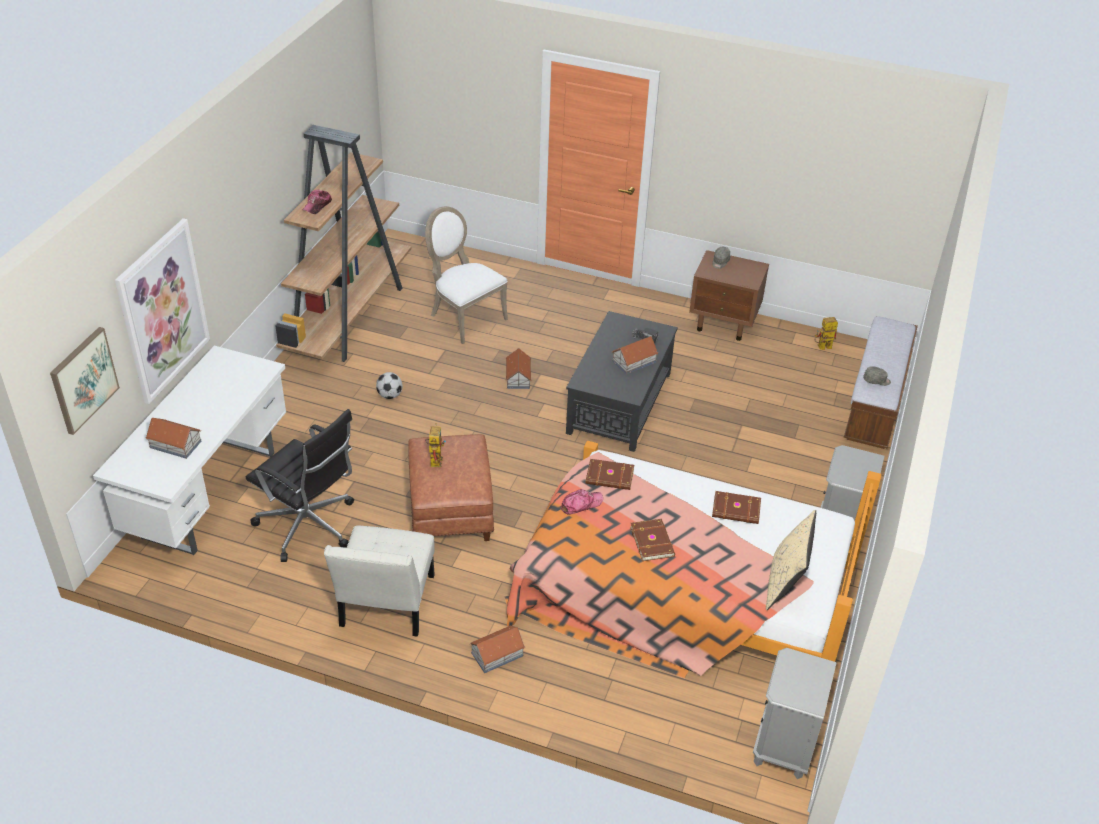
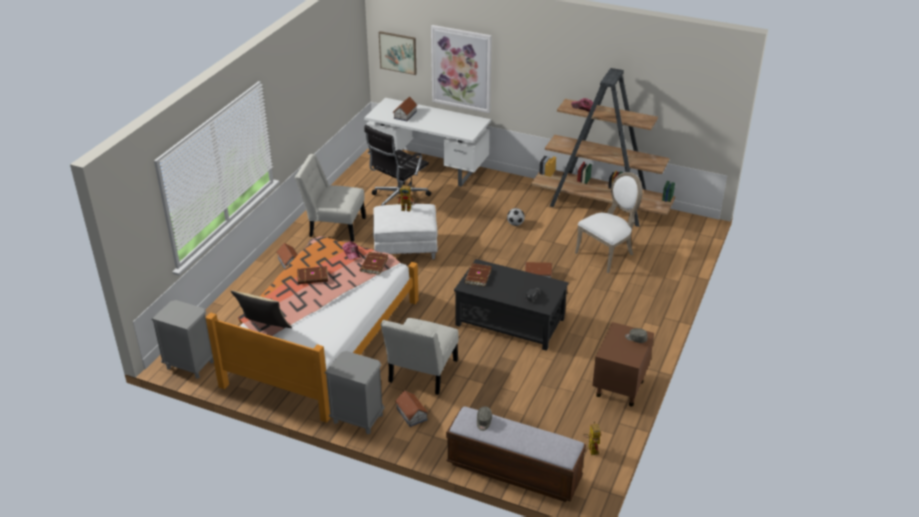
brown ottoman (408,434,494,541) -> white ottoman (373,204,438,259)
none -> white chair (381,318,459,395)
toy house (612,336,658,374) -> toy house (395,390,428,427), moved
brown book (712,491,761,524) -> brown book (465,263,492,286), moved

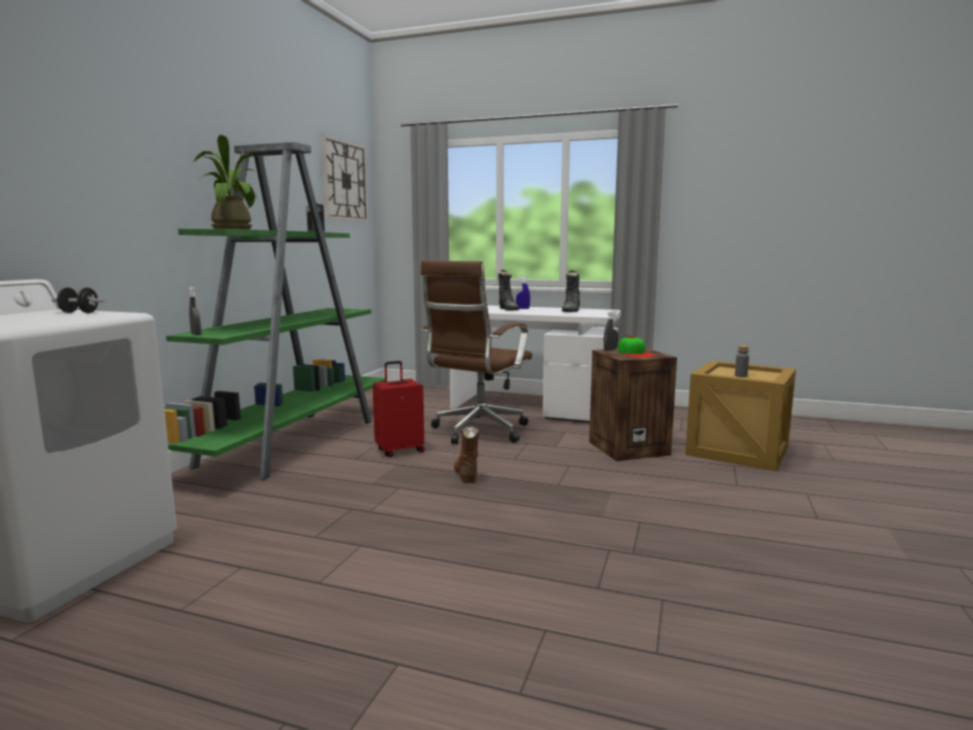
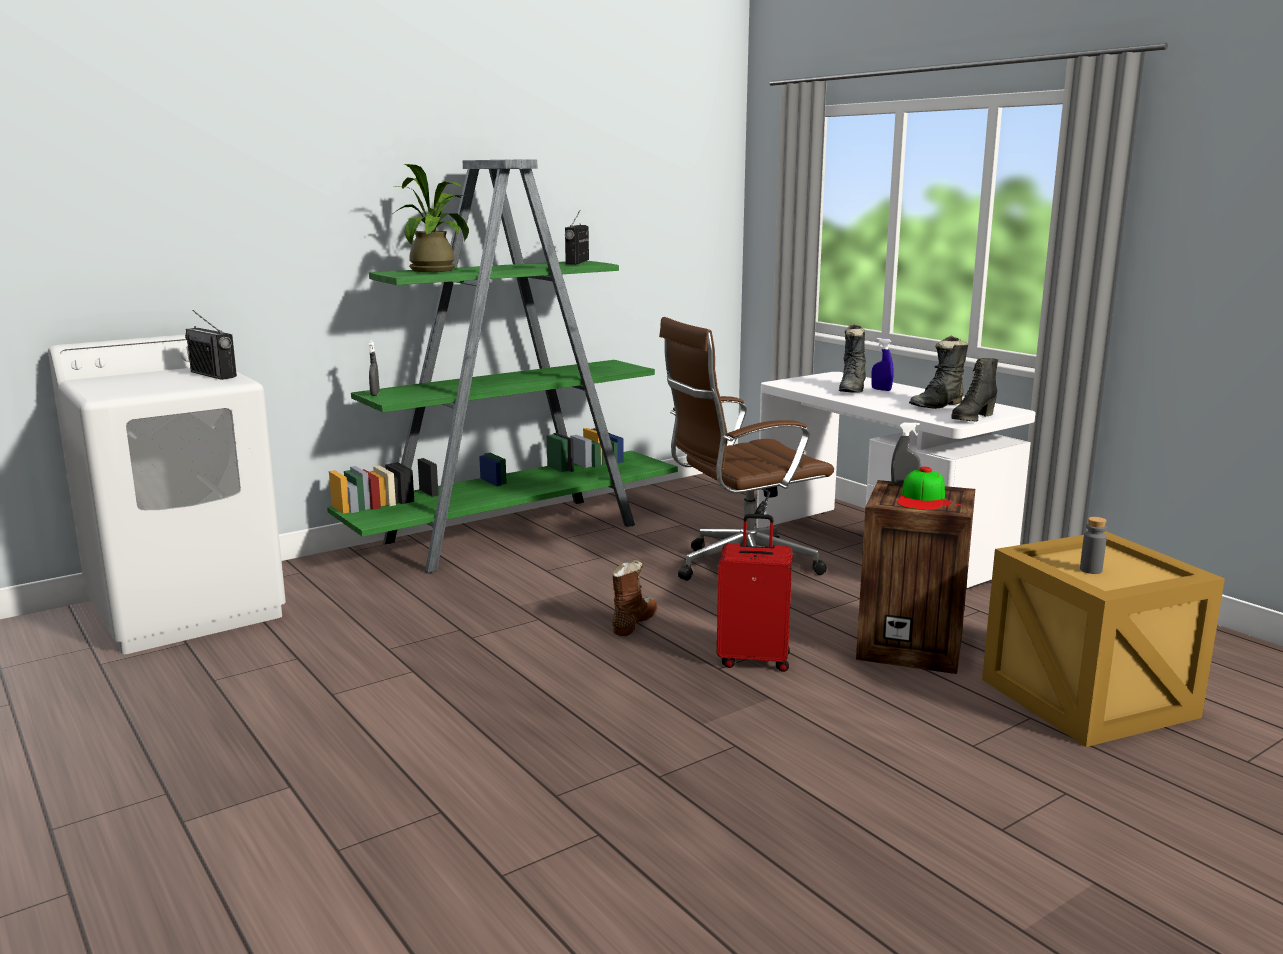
black dumbbell (52,287,105,313) -> radio (185,310,237,380)
red suitcase (373,361,425,457) -> red suitcase (717,514,793,672), moved
none -> black boot (951,358,998,421)
wall clock (321,135,369,222) -> none

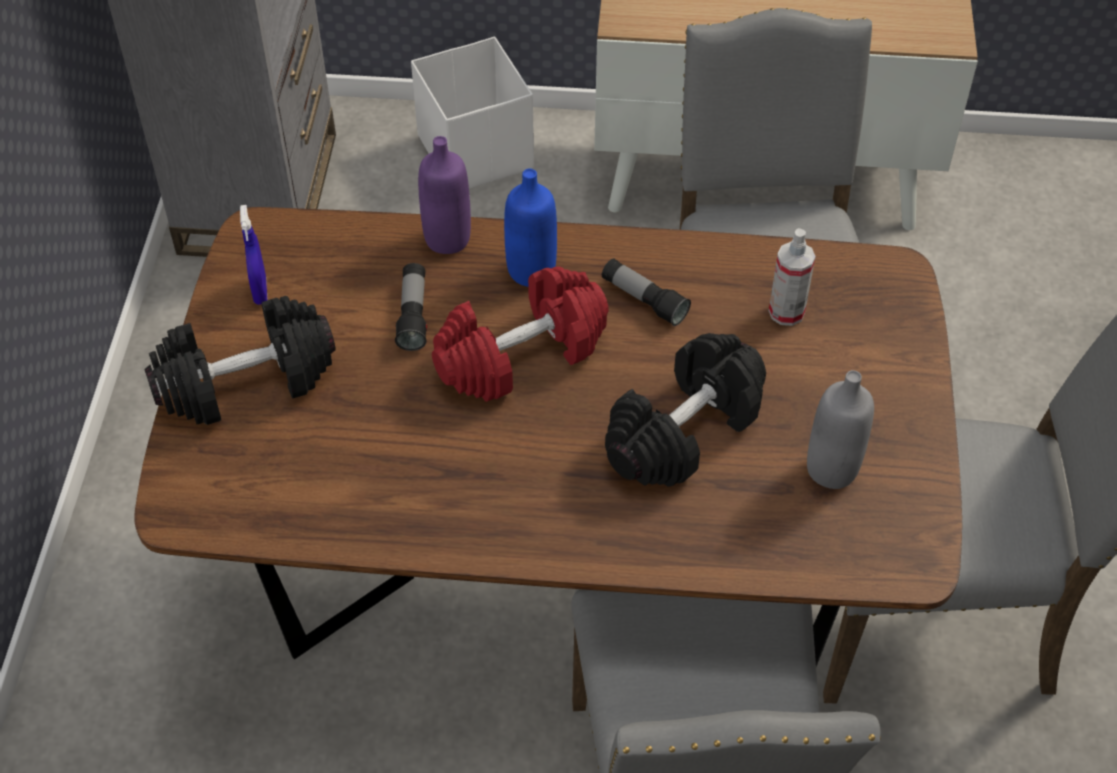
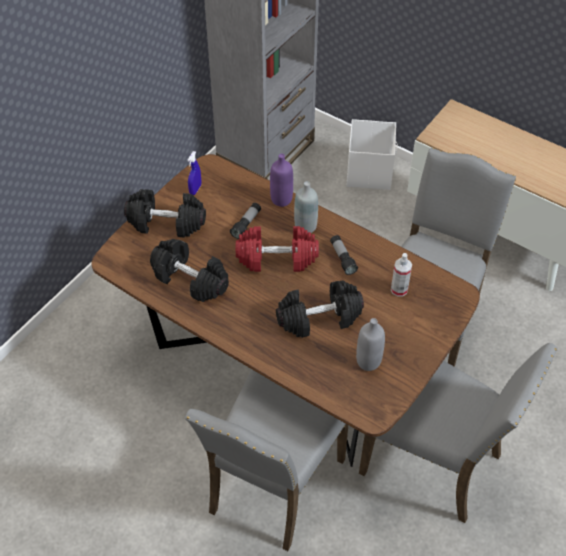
none -> black dumbbell (150,239,229,302)
blue bottle (504,168,557,287) -> grey bottle (294,181,318,233)

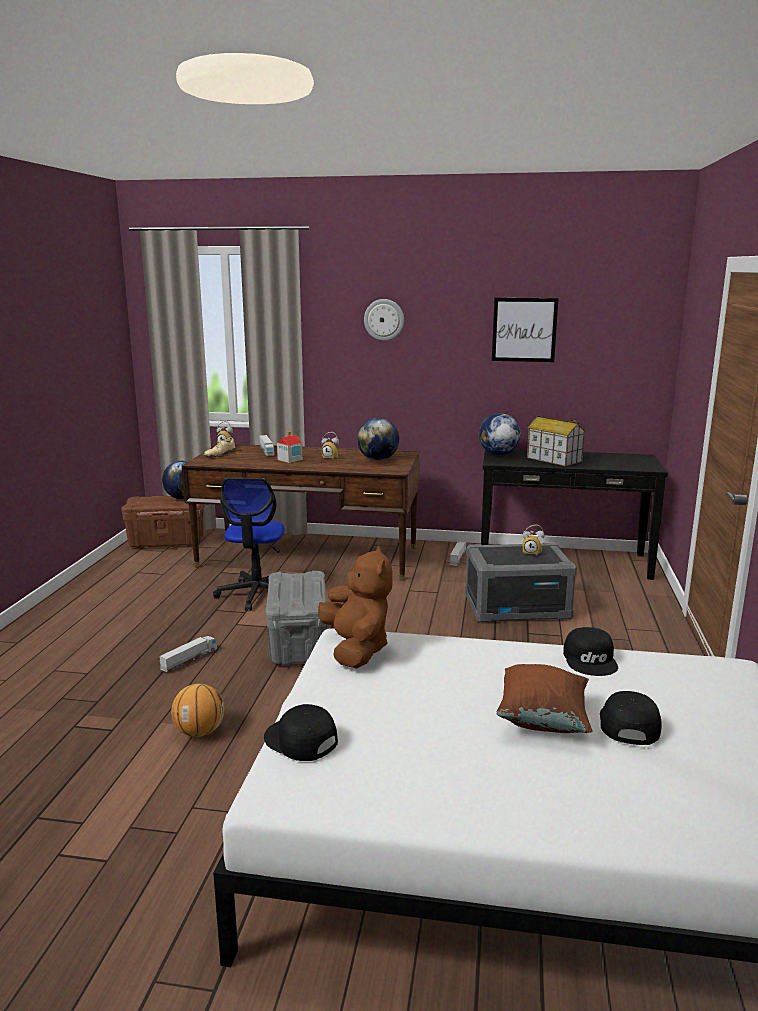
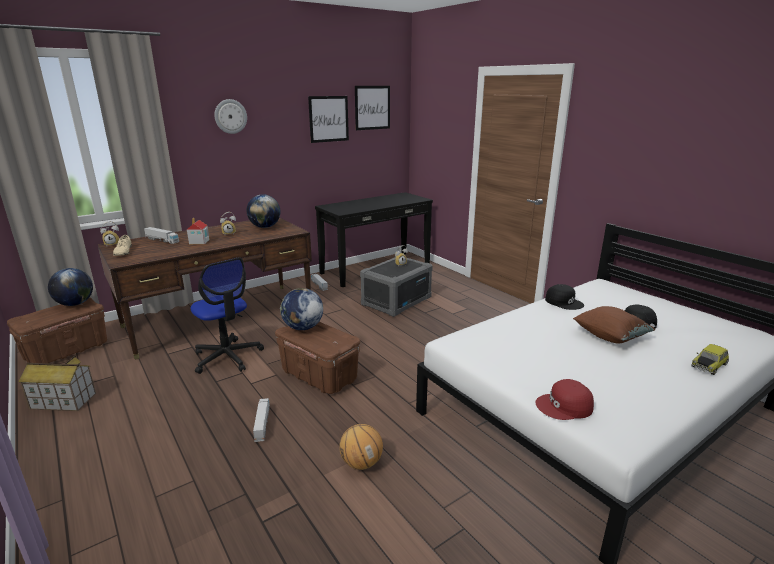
toy house (527,415,586,467) -> toy house (18,356,96,411), moved
grey storage box (265,571,327,666) -> brown storage box (275,322,360,394)
globe (479,413,521,455) -> globe (280,288,323,330), moved
none -> picture (355,86,390,130)
black cap (264,704,338,761) -> red cap (536,379,594,420)
none -> toy car (692,344,729,375)
brown plush toy (318,546,393,669) -> none

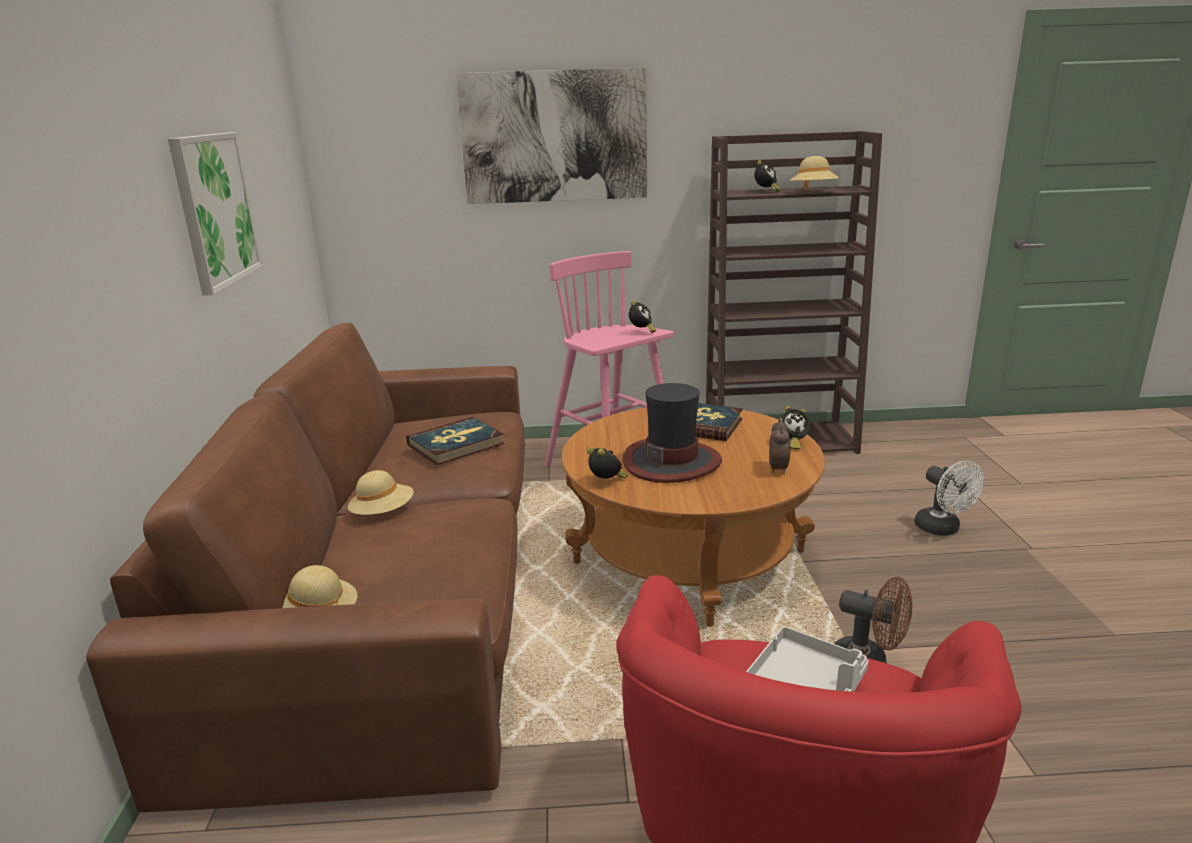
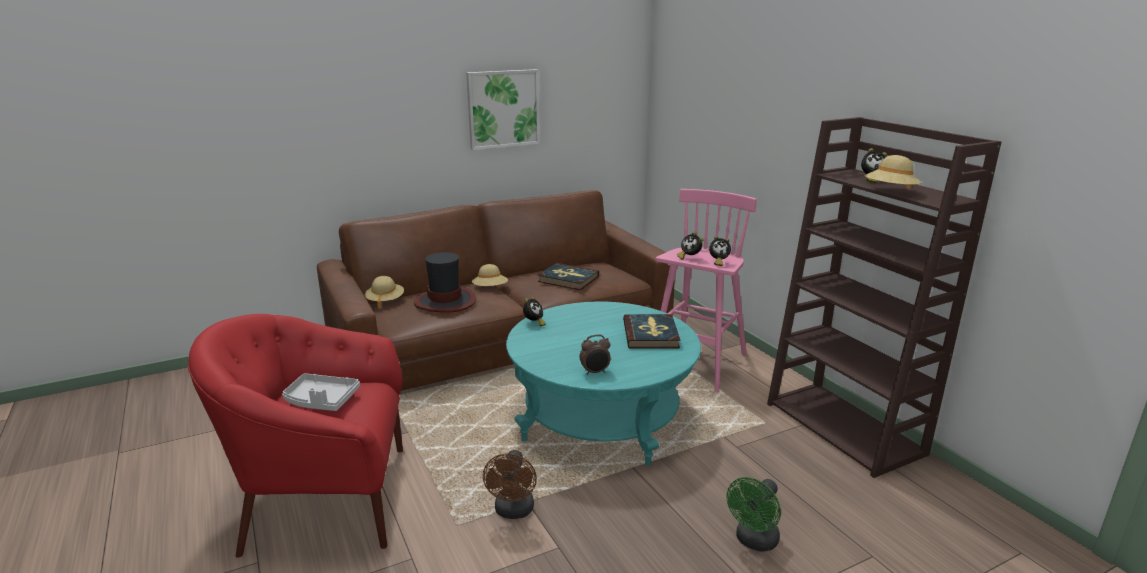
hat (623,383,722,483) -> hat (414,252,476,313), moved
brown coffee table (562,407,825,627) -> turquoise coffee table (506,302,701,466)
alarm clock (780,406,810,450) -> alarm clock (677,232,704,260), moved
white fan (915,461,984,536) -> green fan (727,477,781,552)
picture (456,67,647,204) -> none

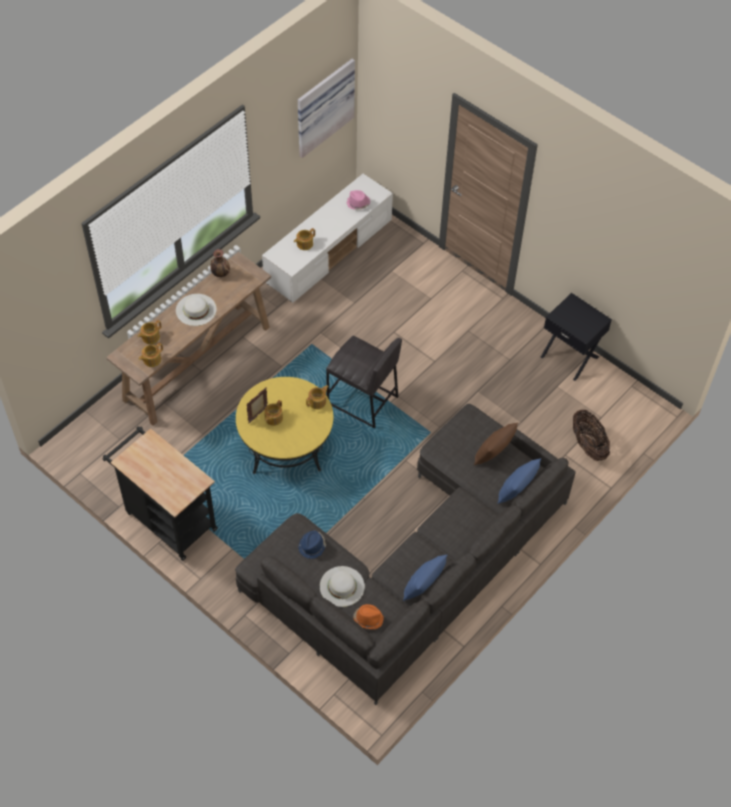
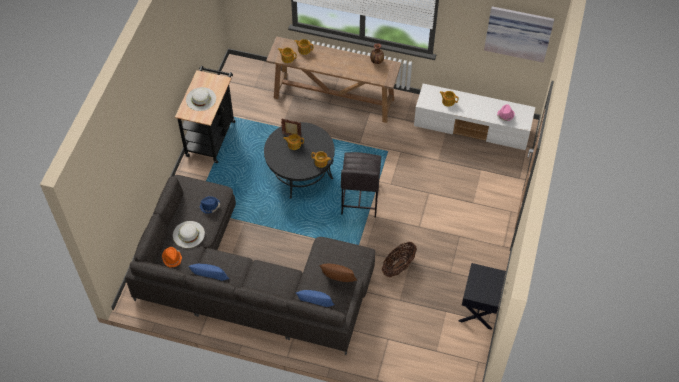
white hat (176,294,217,326) -> white hat (186,87,216,111), moved
yellow coffee table (236,377,333,474) -> black coffee table (264,122,335,199)
basket (573,410,610,461) -> basket (382,242,417,277), moved

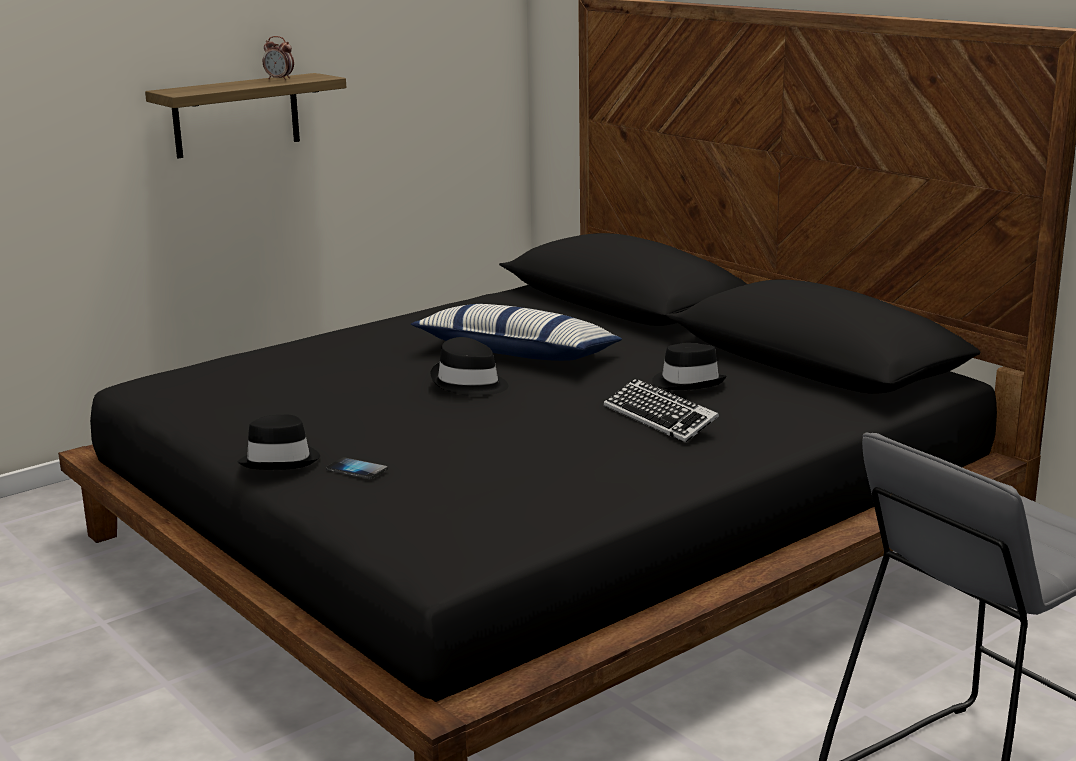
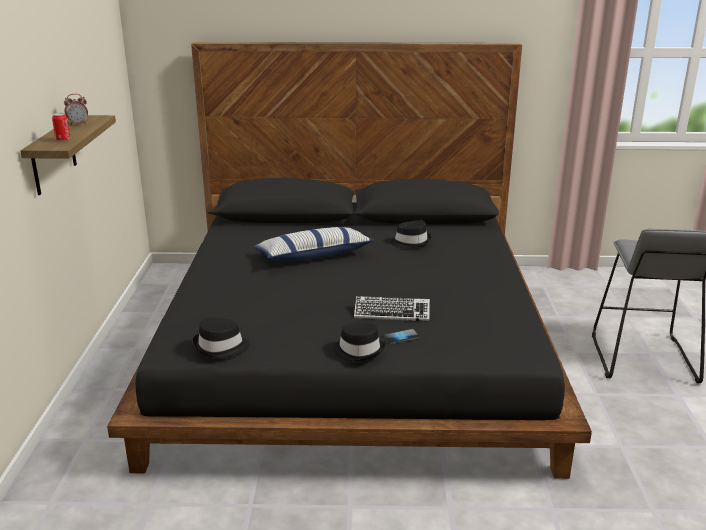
none -> can (52,113,70,141)
black hat (431,337,508,396) -> black hat (193,317,250,357), moved
keyboard (604,378,719,443) -> keyboard (354,296,430,321), moved

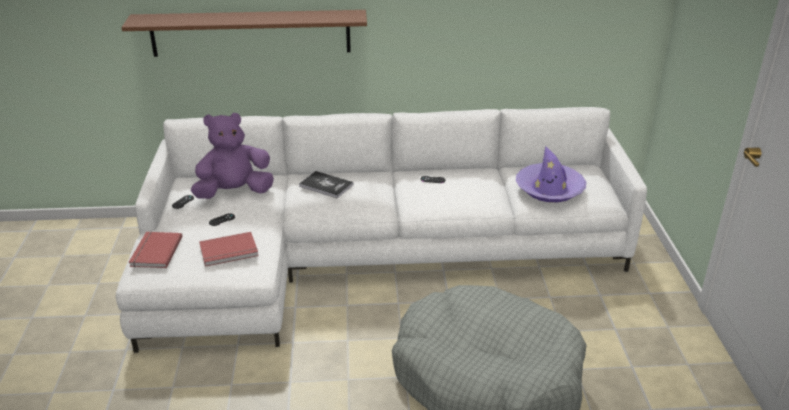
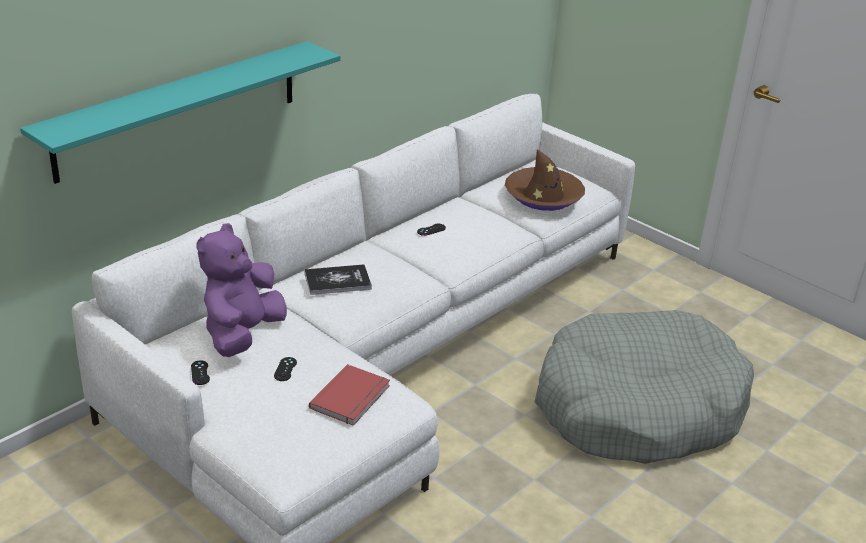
brown shelf (121,10,367,57) -> turquoise shelf (20,41,340,184)
purple hat (516,146,586,203) -> brown hat (505,149,585,211)
red book (129,232,182,268) -> none

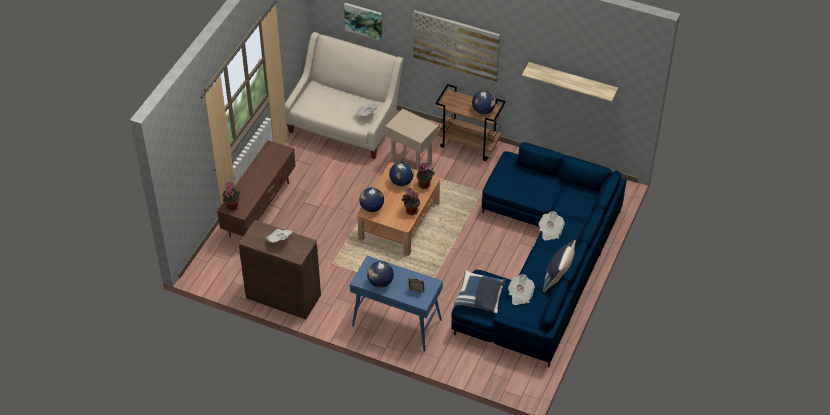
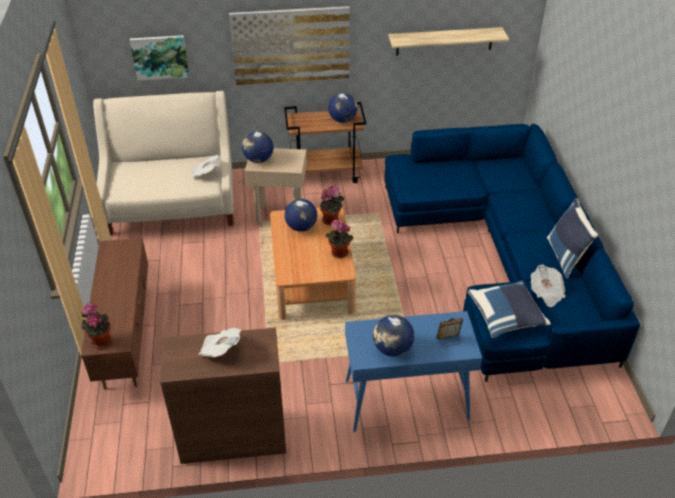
globe (359,187,384,212) -> globe (242,131,274,163), moved
newspaper (539,211,565,240) -> none

